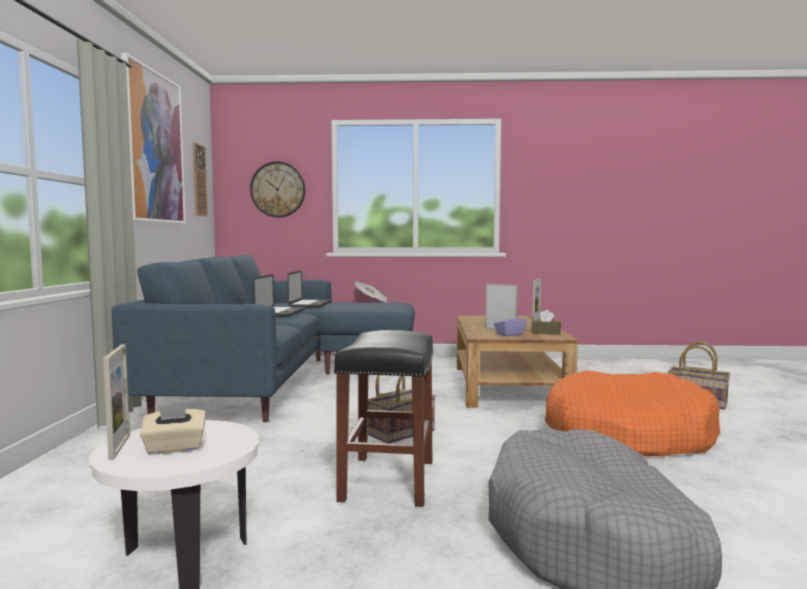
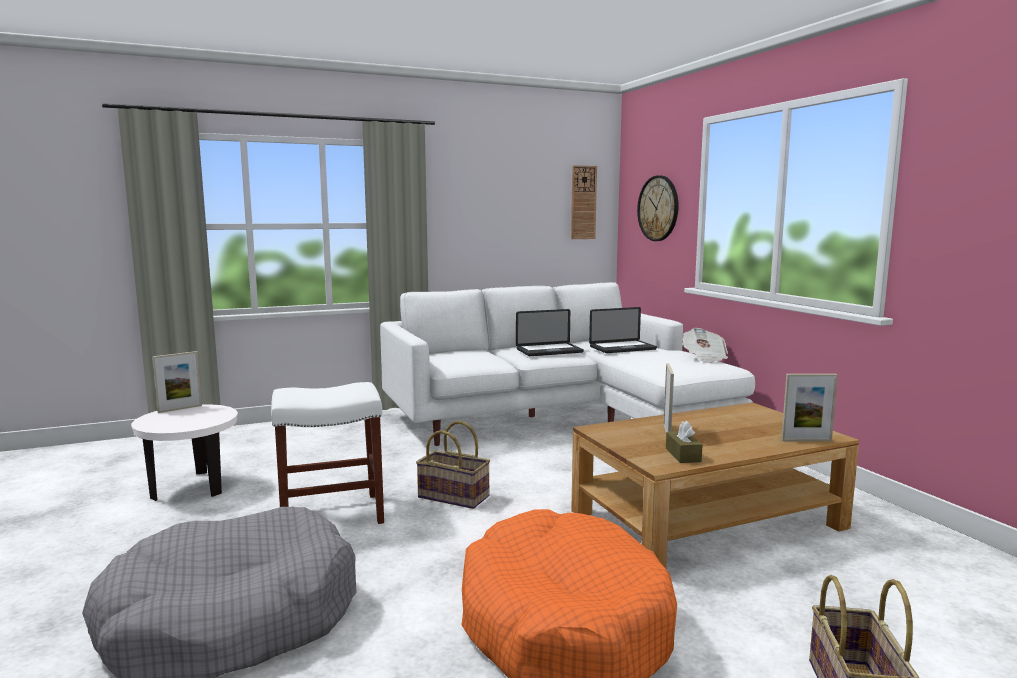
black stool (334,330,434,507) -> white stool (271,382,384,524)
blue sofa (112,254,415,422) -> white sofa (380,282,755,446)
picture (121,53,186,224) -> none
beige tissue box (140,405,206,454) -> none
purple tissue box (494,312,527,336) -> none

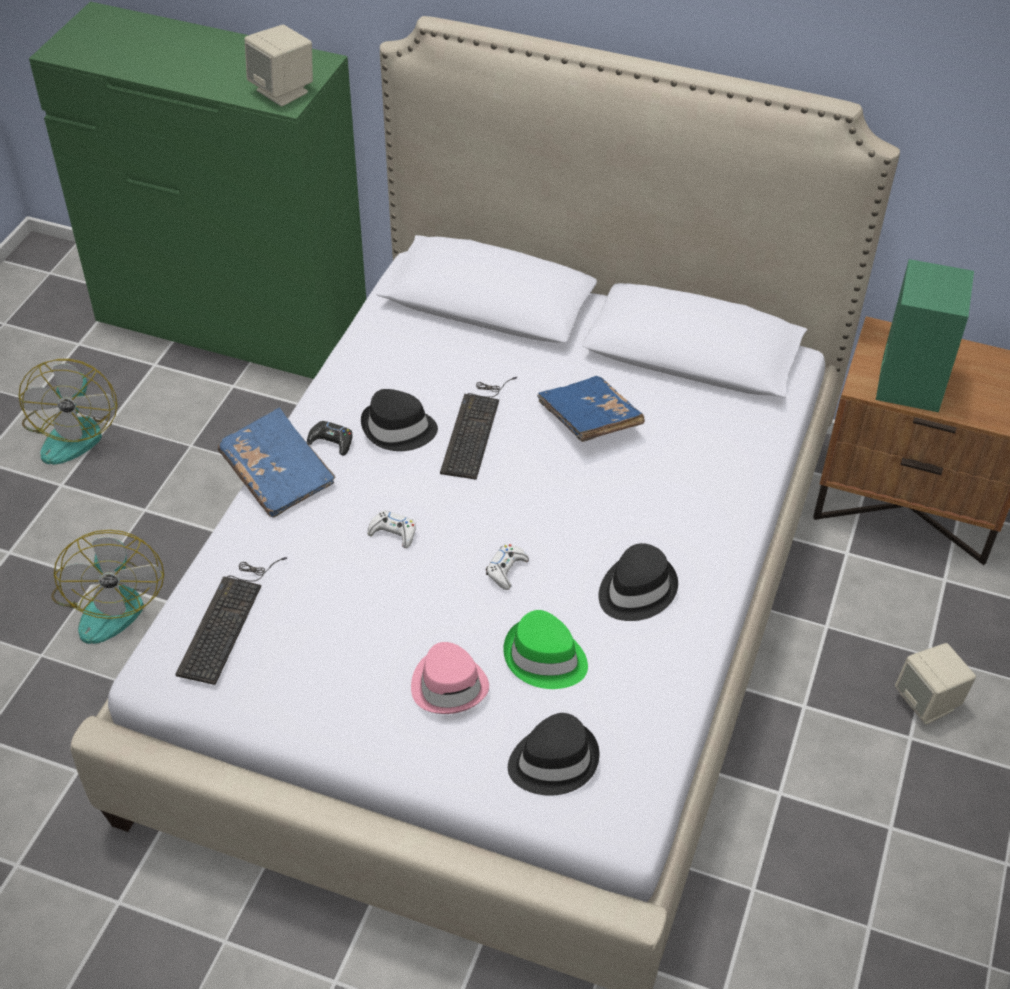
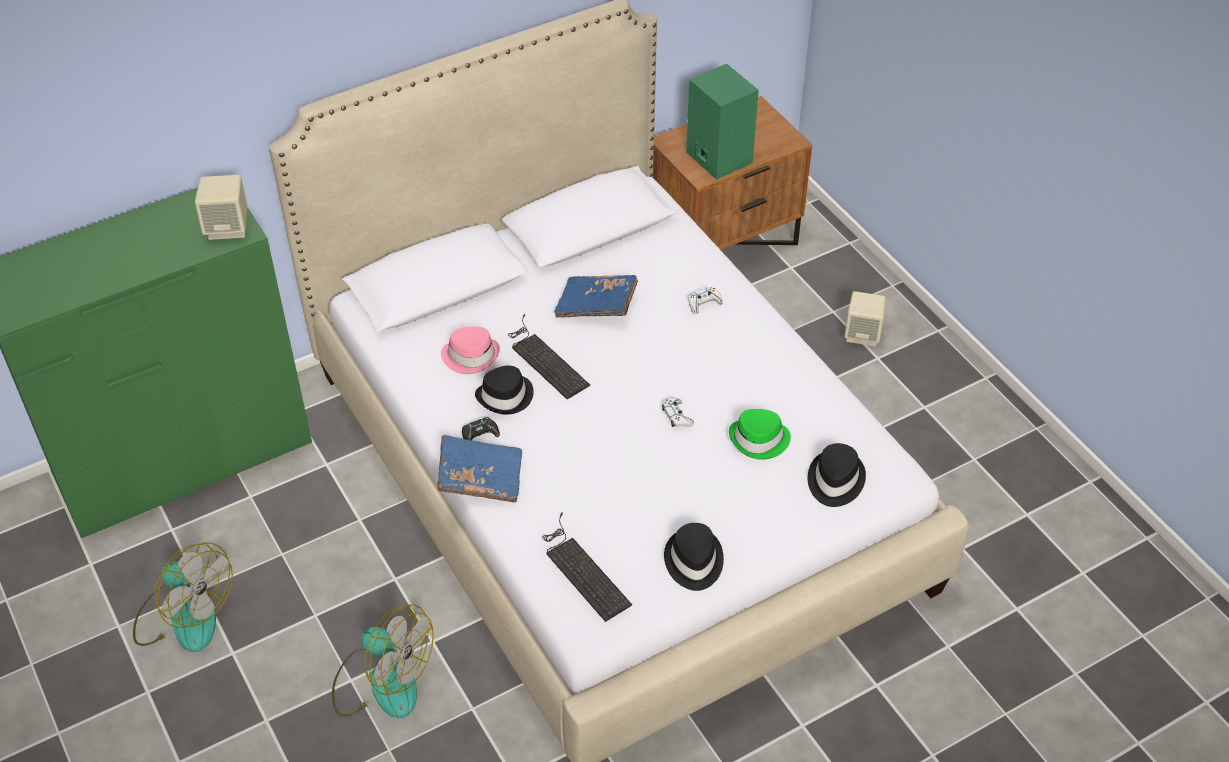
pink hat (411,642,489,714) -> pink hat (441,326,500,374), moved
black hat (599,543,678,621) -> black hat (664,523,724,591), moved
white game controller (367,511,416,548) -> white game controller (688,287,723,314), moved

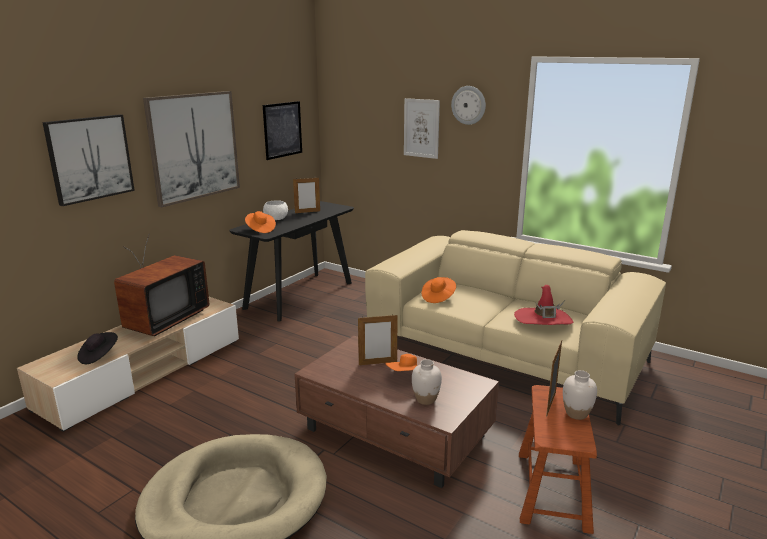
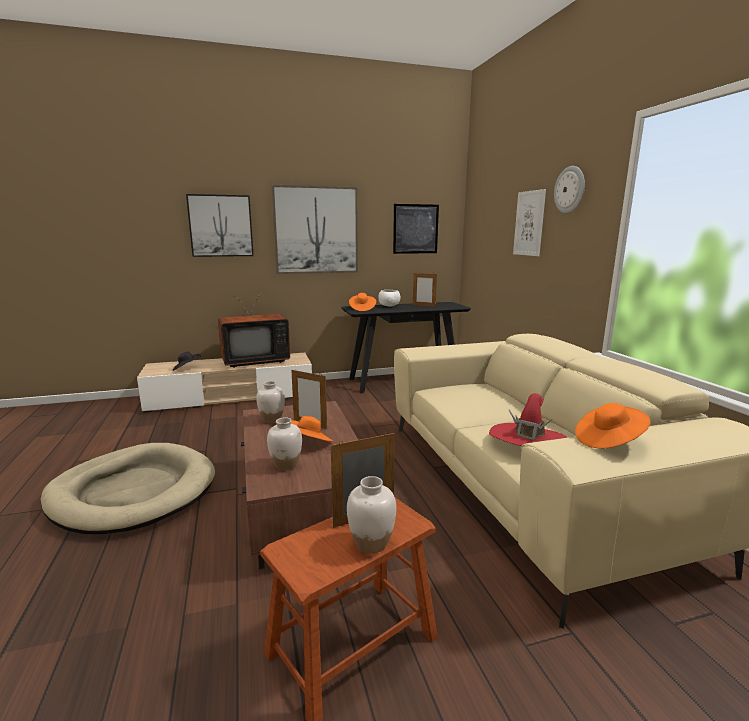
none -> white vase (256,381,285,423)
orange hat (422,277,456,303) -> orange hat (575,403,651,449), moved

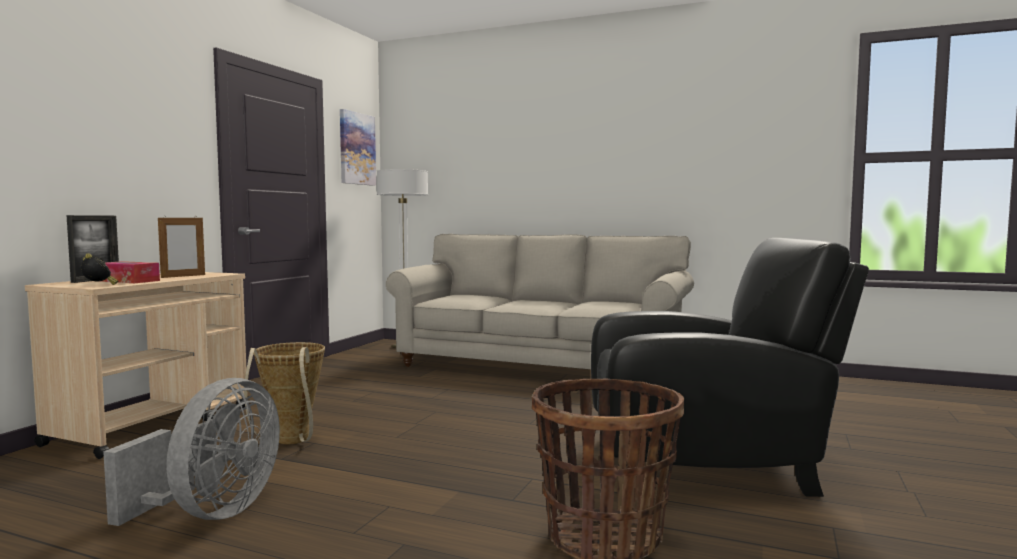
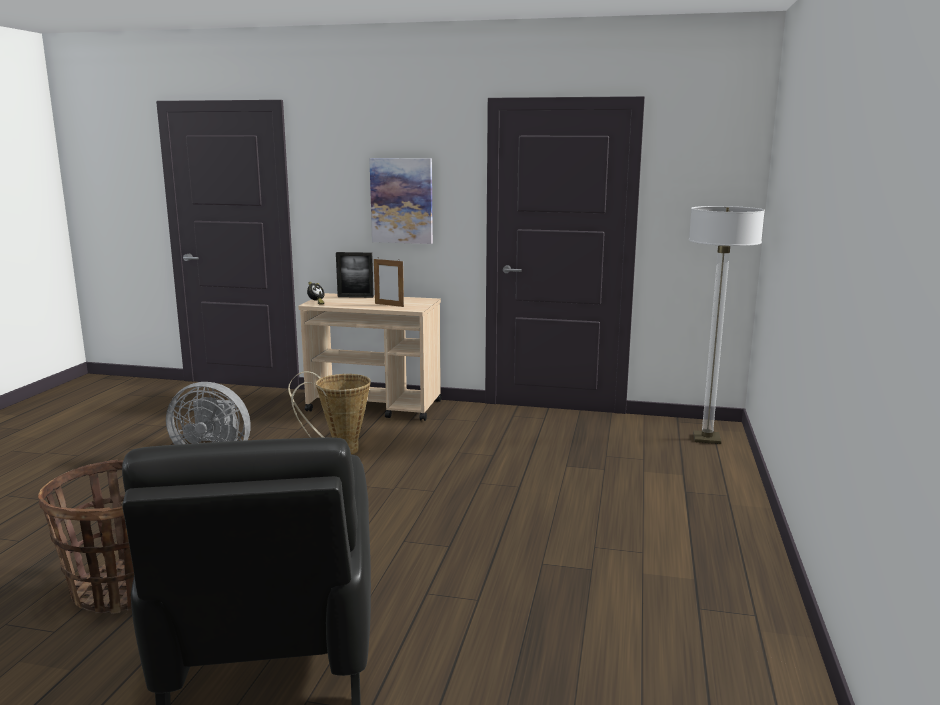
picture (340,109,376,186) -> picture (369,158,433,244), moved
tissue box (98,261,160,283) -> none
beige sofa (386,234,694,369) -> none

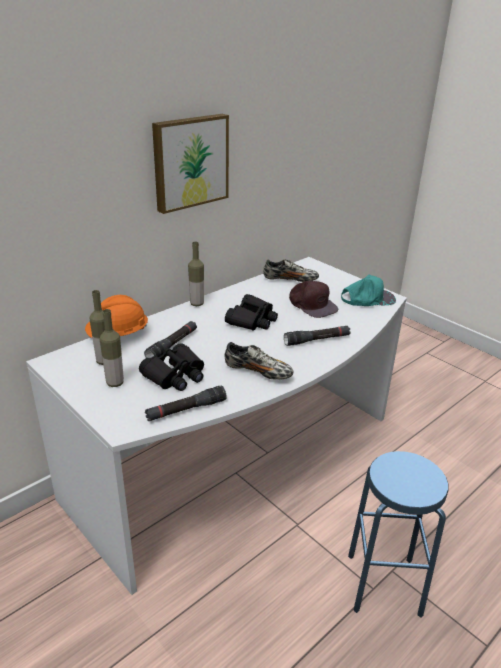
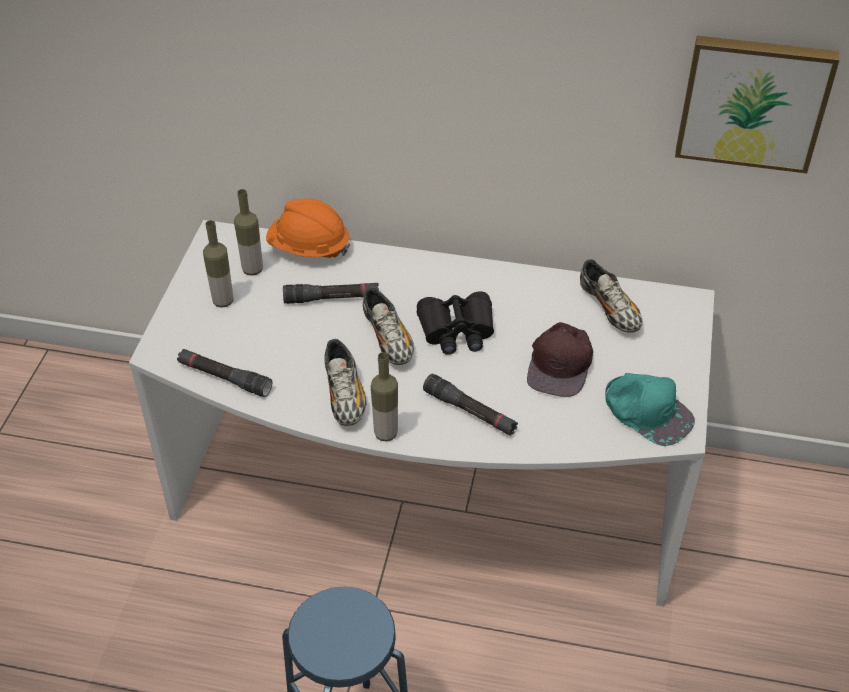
none -> shoe (363,287,414,365)
bottle (188,242,204,306) -> bottle (371,352,398,442), moved
picture (152,114,229,214) -> picture (675,36,840,173), moved
black binoculars (139,343,204,391) -> none

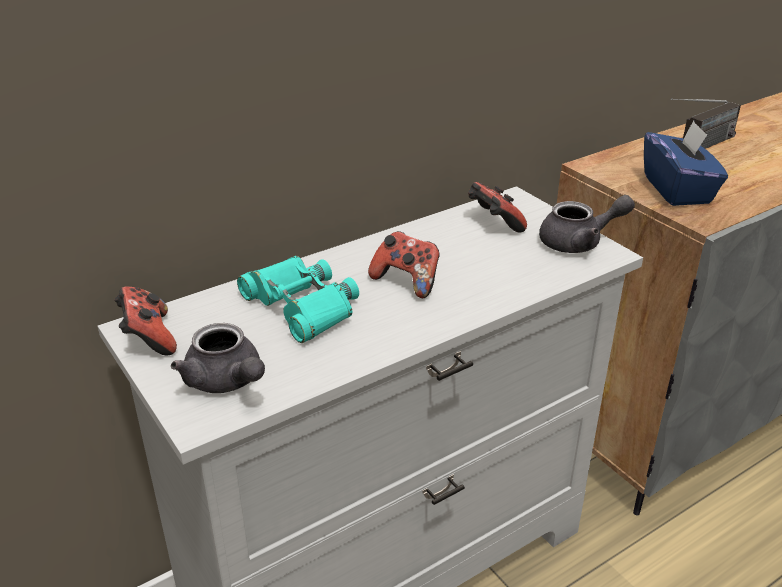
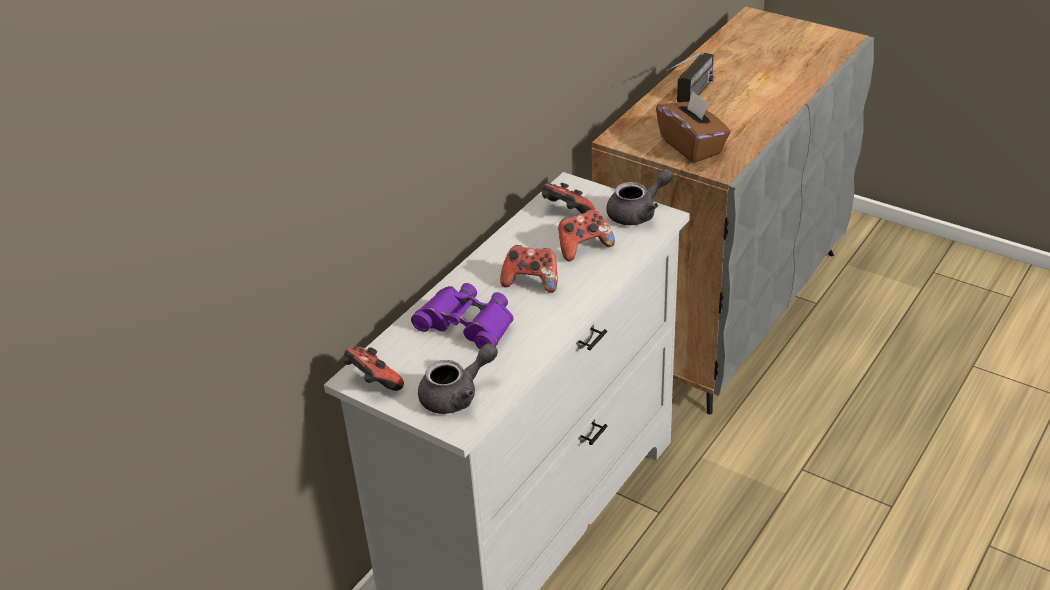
turquoise binoculars (237,256,359,343) -> purple binoculars (411,283,513,349)
grey teapot (171,323,265,393) -> grey teapot (418,343,498,414), 60 degrees counterclockwise
none -> game controller (558,209,615,261)
blue tissue box (644,121,728,206) -> brown tissue box (656,91,731,163)

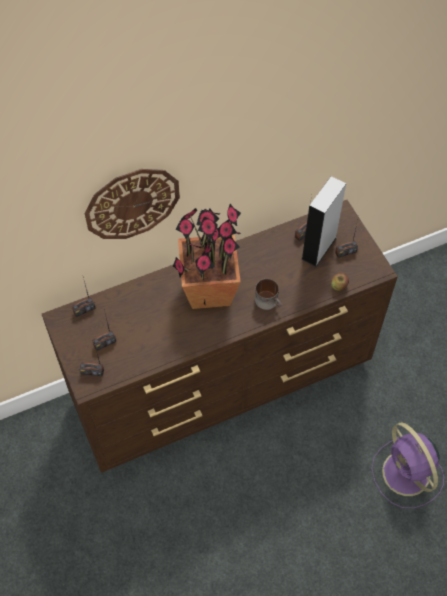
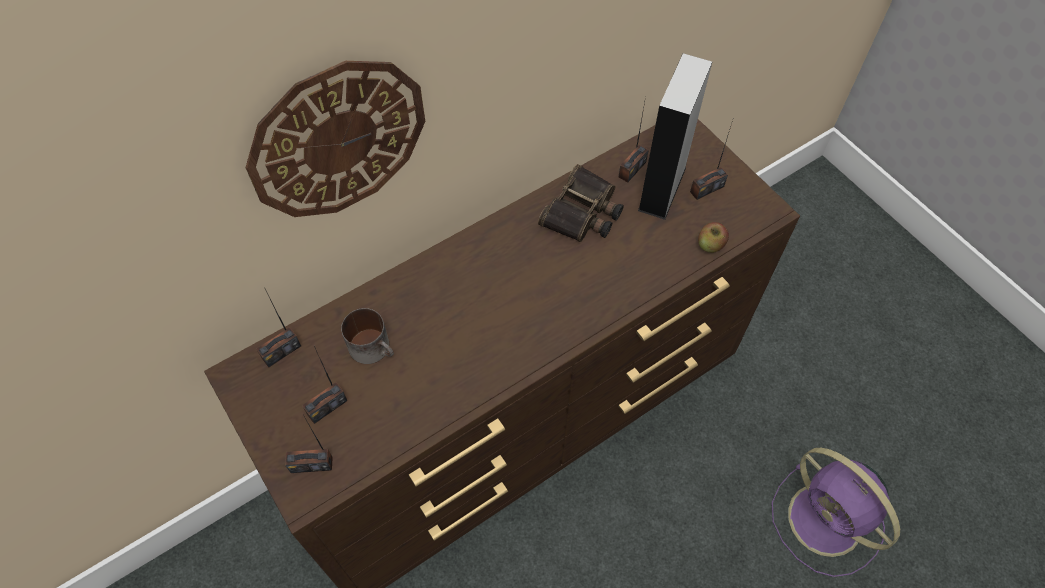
mug (255,279,281,310) -> mug (341,308,394,364), moved
none -> binoculars (538,164,624,242)
potted plant (173,204,241,309) -> none

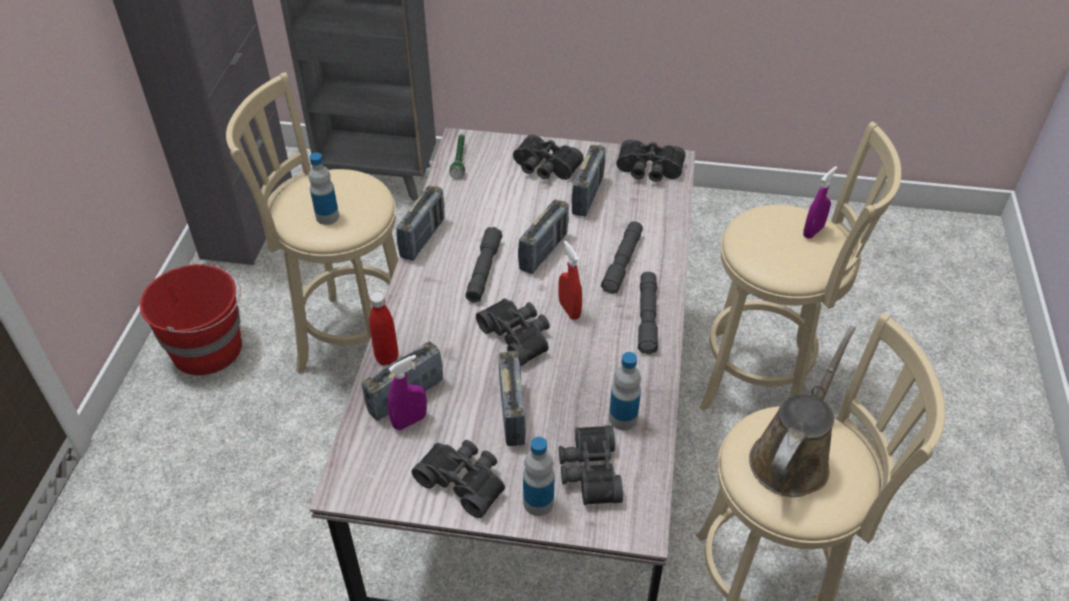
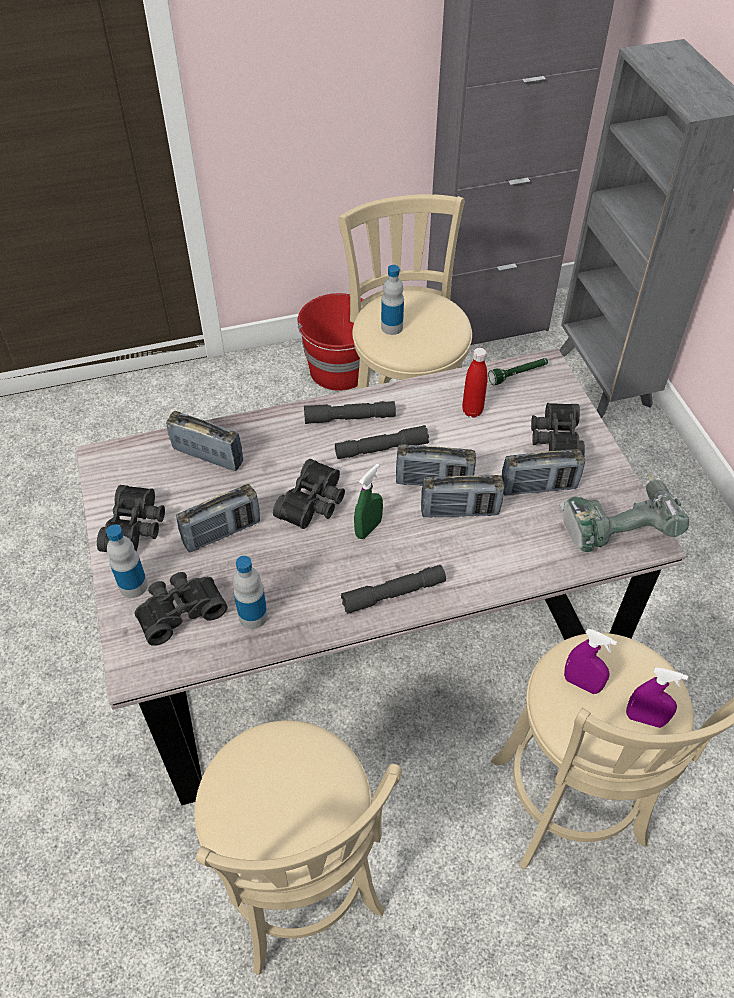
grey flashlight (601,221,643,294) -> grey flashlight (304,401,396,424), moved
red spray bottle (559,241,582,320) -> green spray bottle (354,463,383,539)
radio (396,186,445,261) -> radio (421,475,505,518), moved
red bottle (369,292,399,365) -> red bottle (462,348,488,418), moved
black binoculars (616,139,686,182) -> power drill (559,473,689,552)
purple spray bottle (387,355,427,430) -> purple spray bottle (564,629,617,694), moved
brown watering can (749,326,856,497) -> none

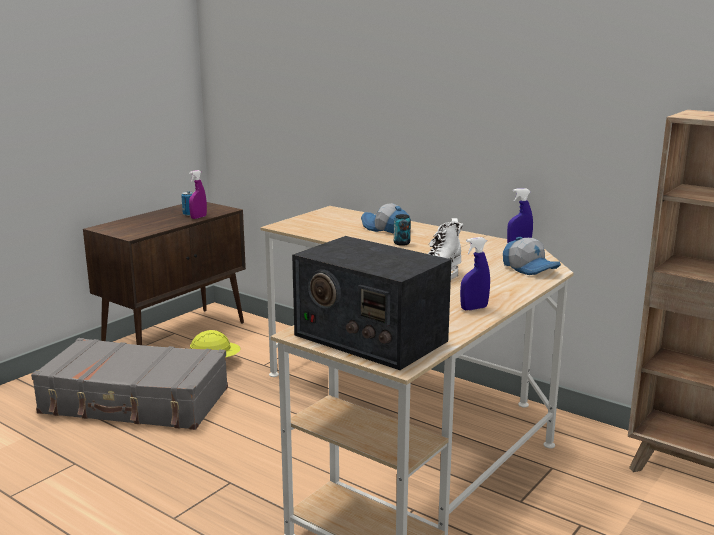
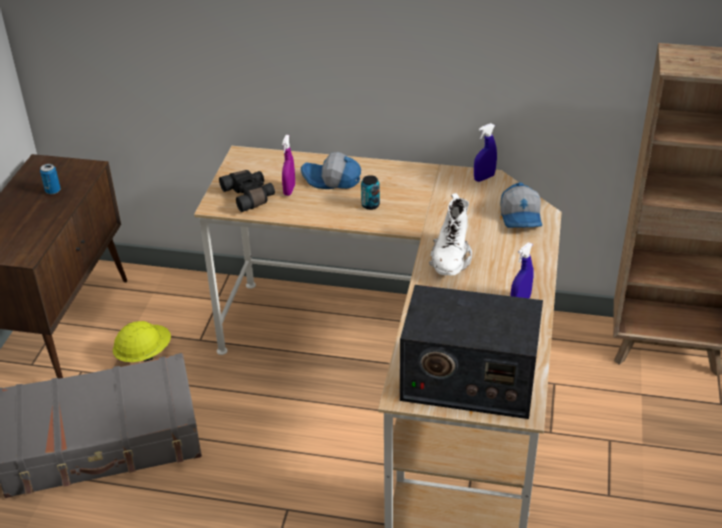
none -> black binoculars (219,170,275,212)
purple spray bottle (189,170,207,219) -> purple spray bottle (282,135,295,196), moved
cap (503,236,561,275) -> cap (501,182,542,228), 60 degrees clockwise

